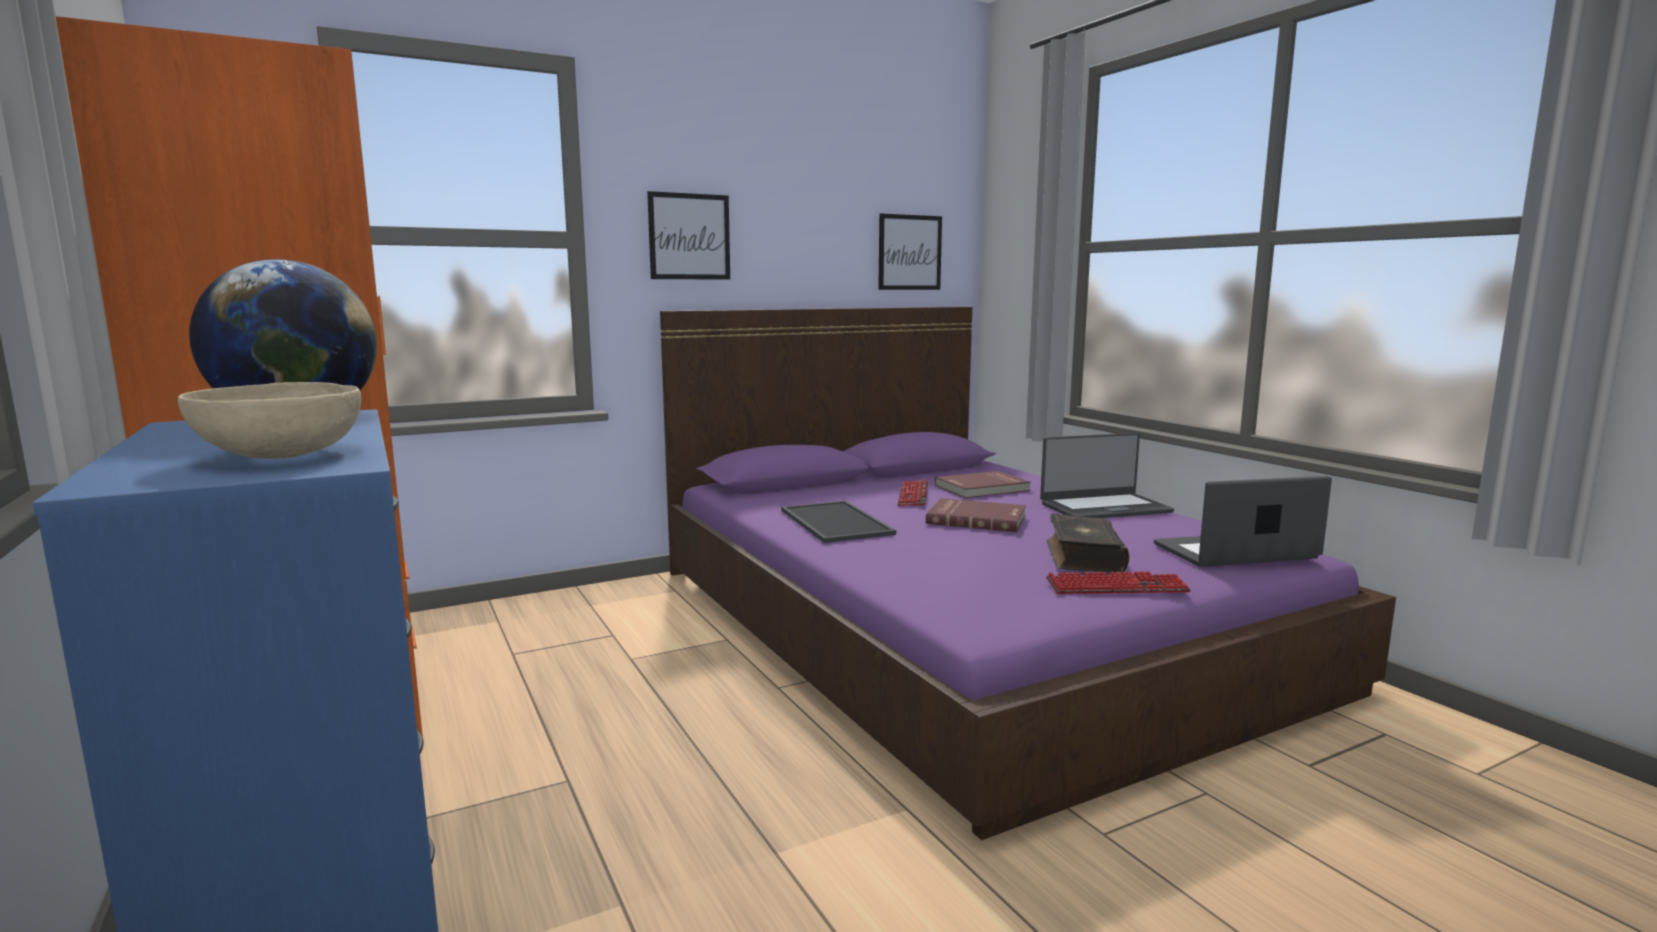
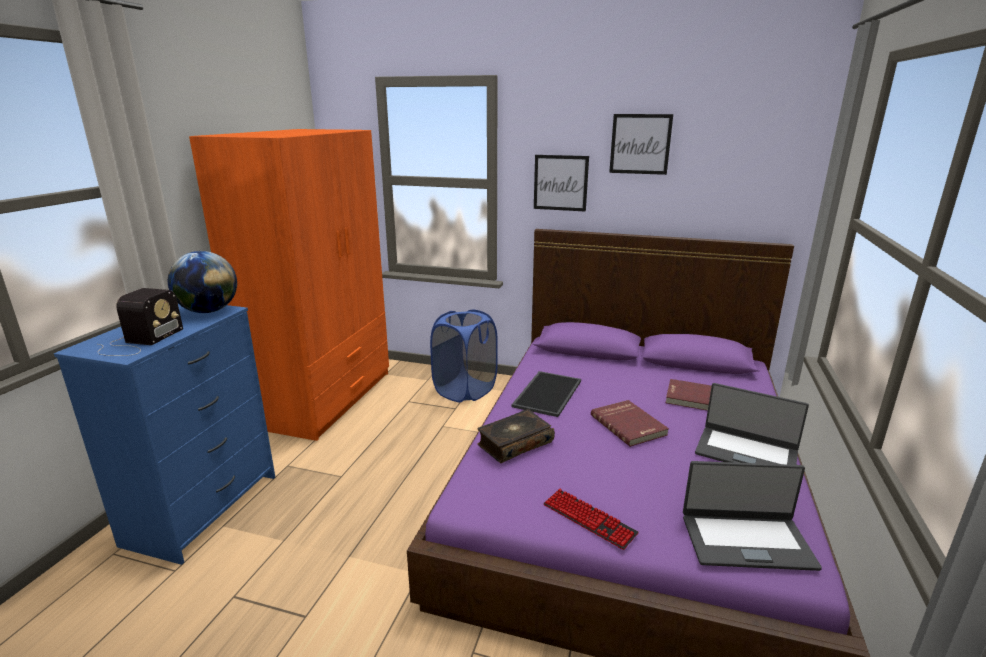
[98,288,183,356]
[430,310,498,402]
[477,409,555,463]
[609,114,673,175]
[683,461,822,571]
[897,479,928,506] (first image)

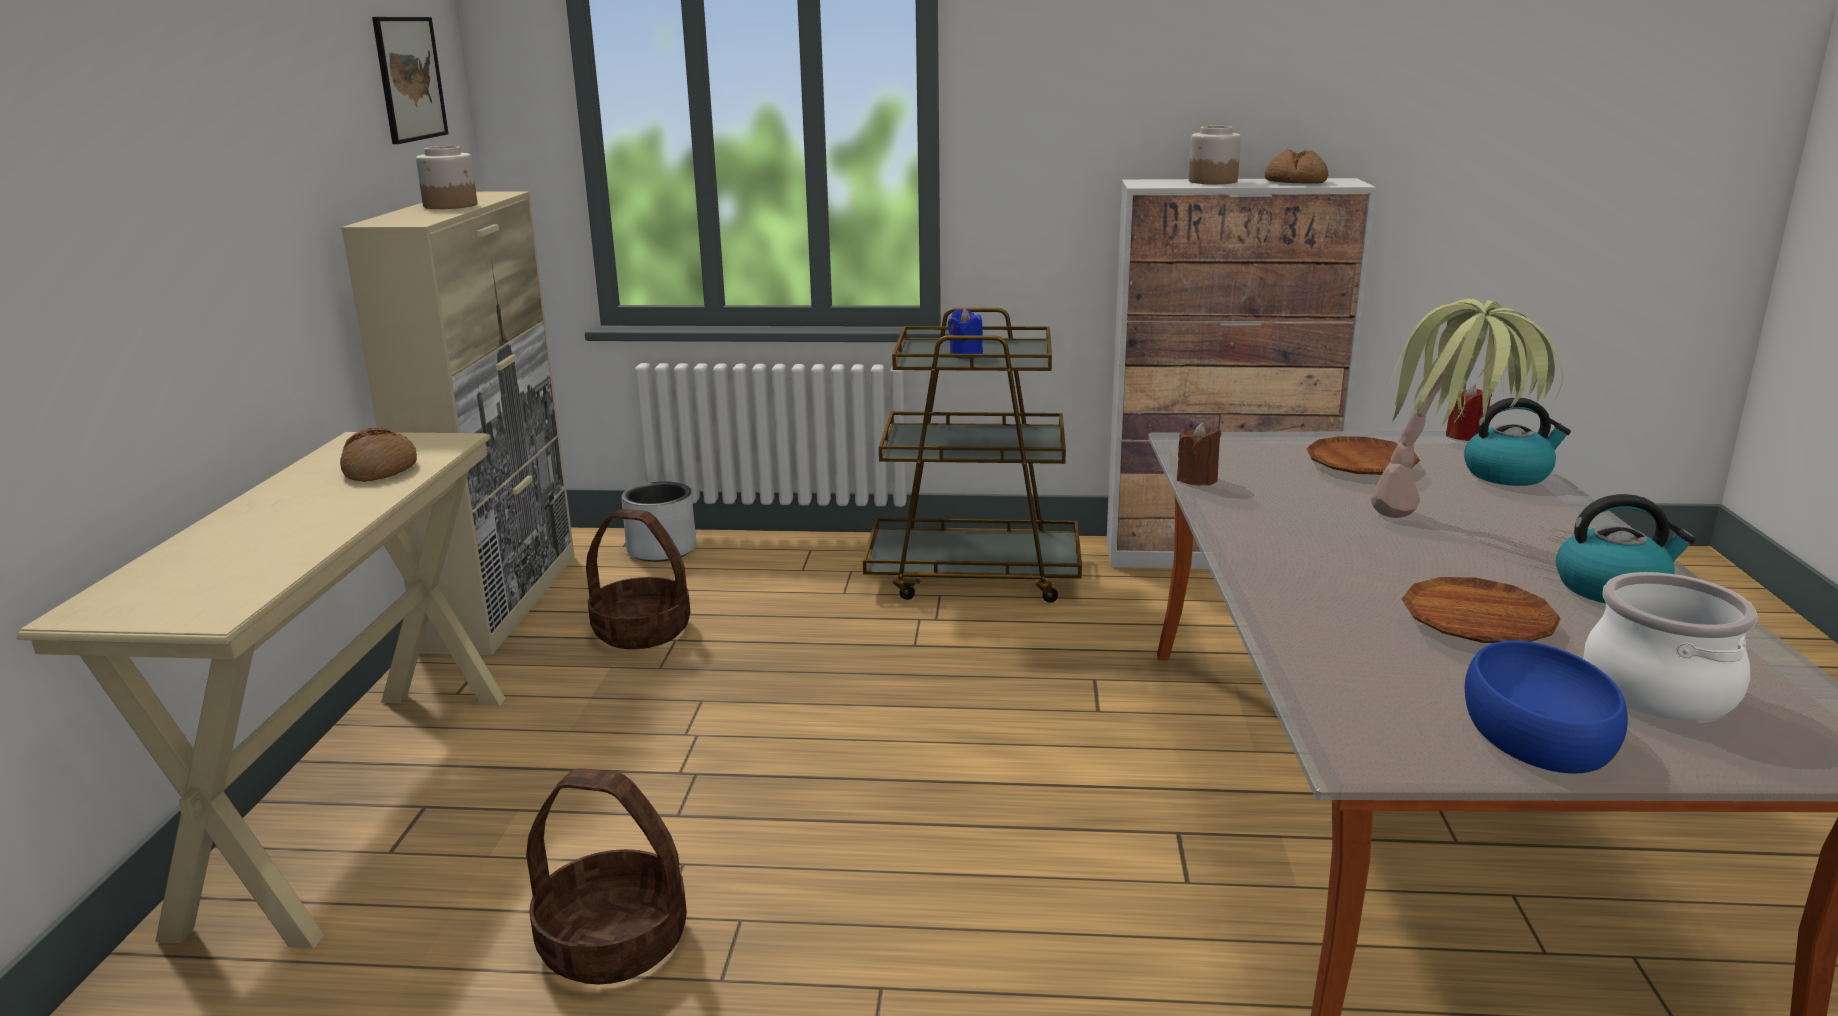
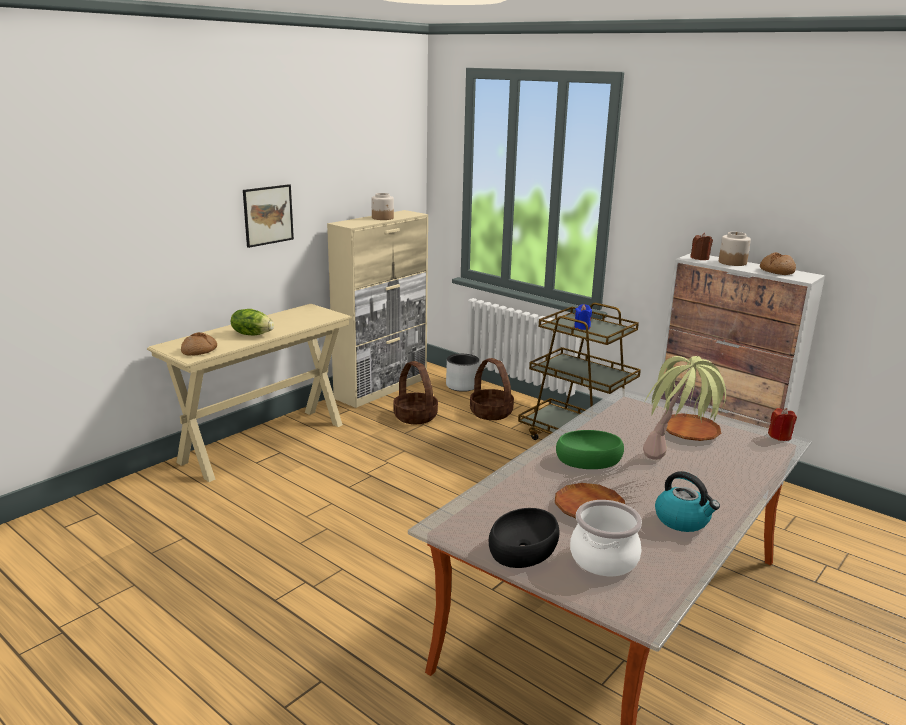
[181,332,217,355]
[231,309,274,335]
[243,184,294,248]
[470,358,514,420]
[489,508,559,568]
[556,430,624,469]
[690,233,713,260]
[1464,398,1571,486] (first image)

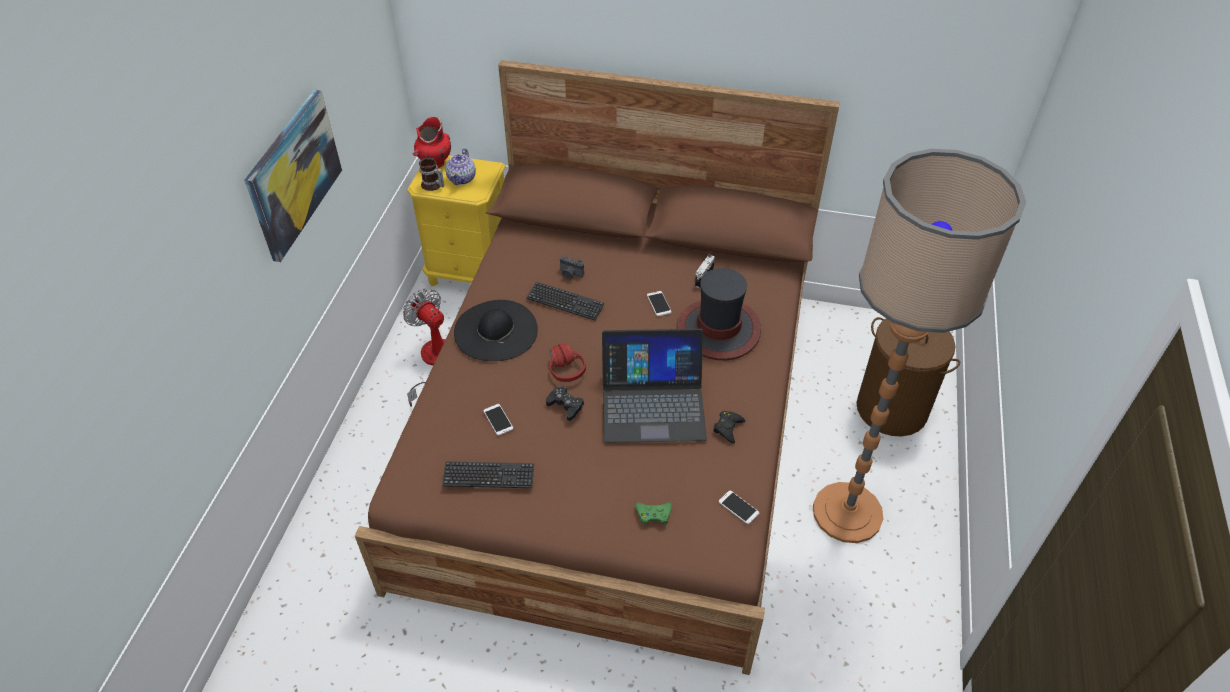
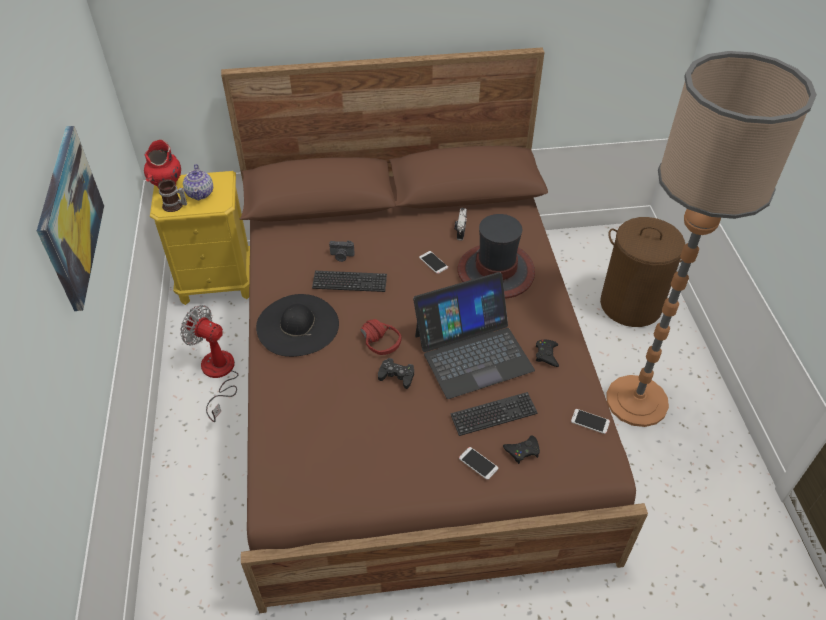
[450,392,538,436]
[459,447,498,480]
[503,436,540,464]

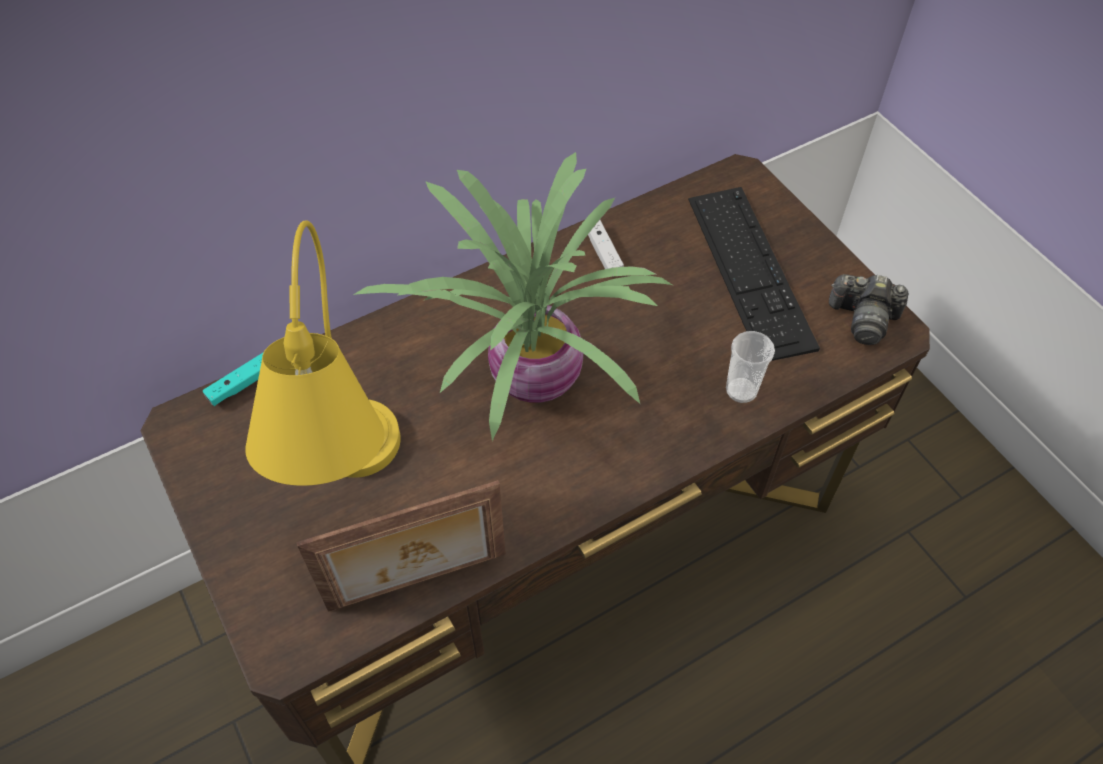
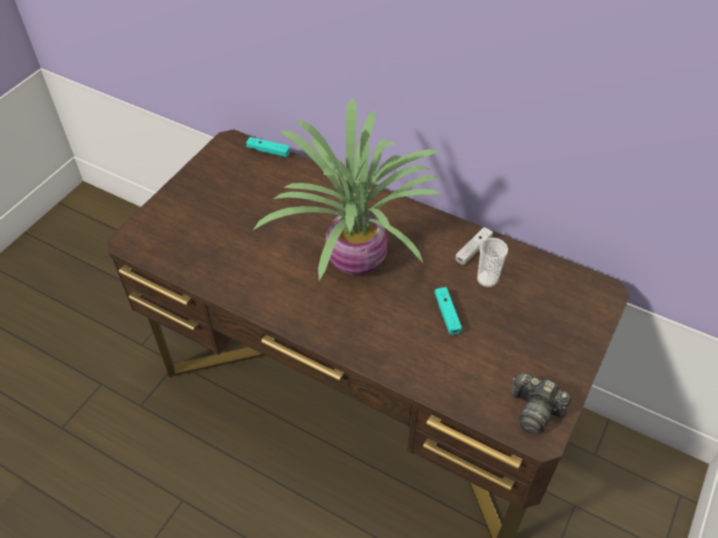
[435,287,462,335]
[477,238,508,287]
[511,373,571,434]
[245,220,401,486] (first image)
[297,480,506,612] (first image)
[688,187,820,361] (first image)

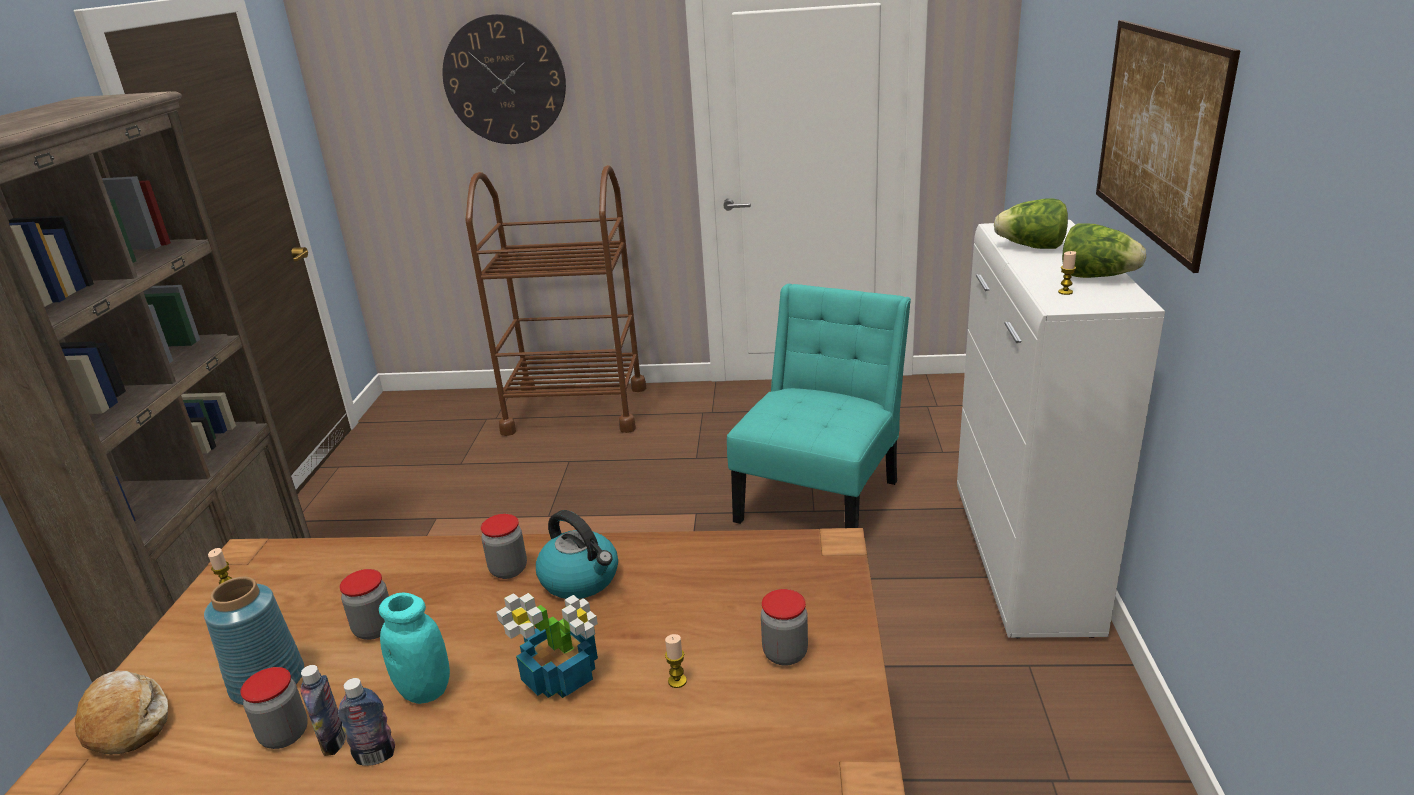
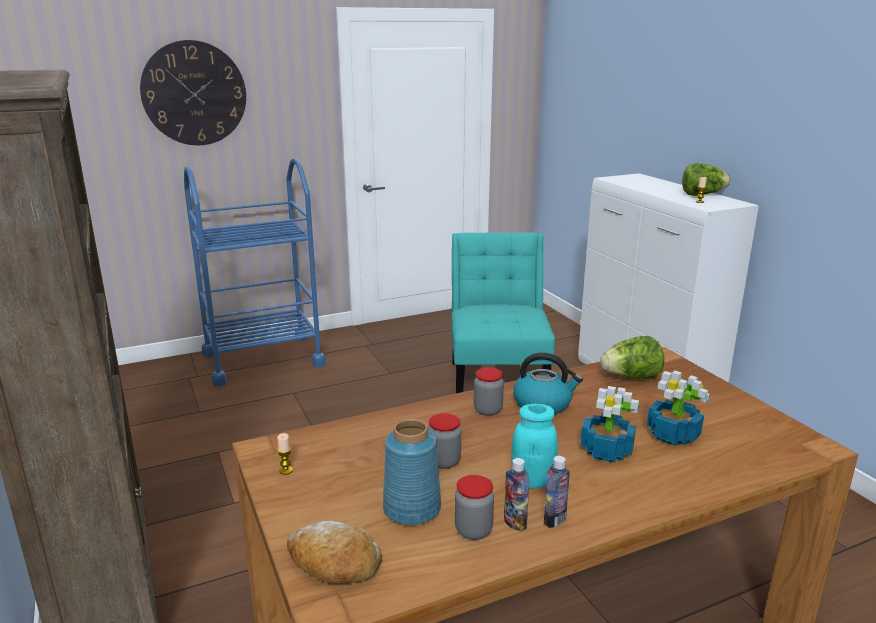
[184,158,325,386]
[600,336,664,379]
[647,371,710,446]
[761,589,808,666] (first image)
[1096,20,1240,273] (first image)

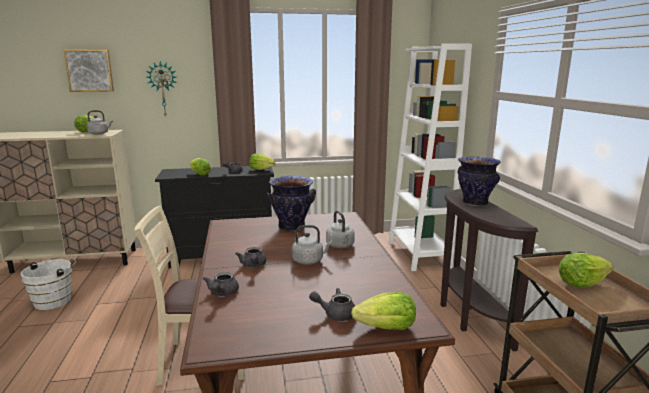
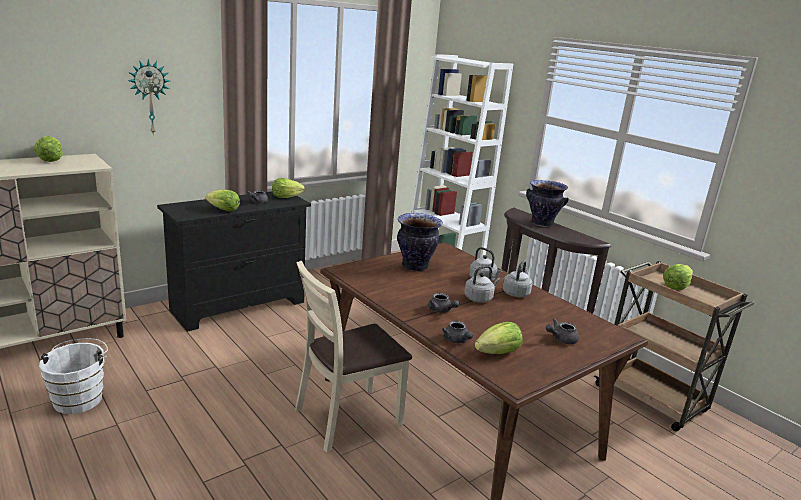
[475,322,523,354]
[503,260,533,297]
[63,49,114,92] (first image)

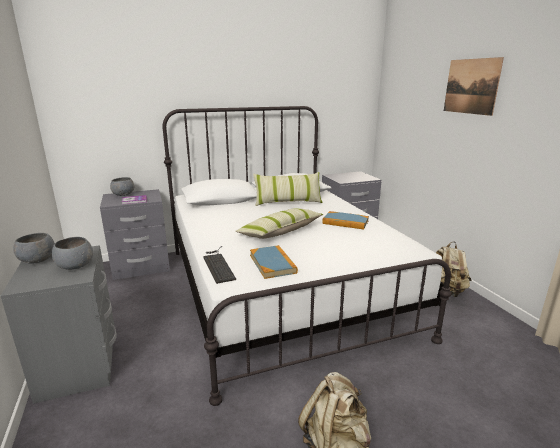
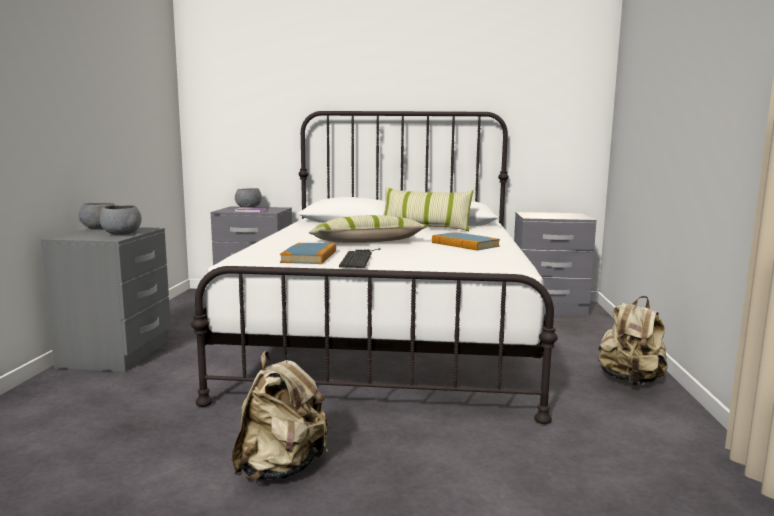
[339,248,380,268]
[444,57,504,116] (first image)

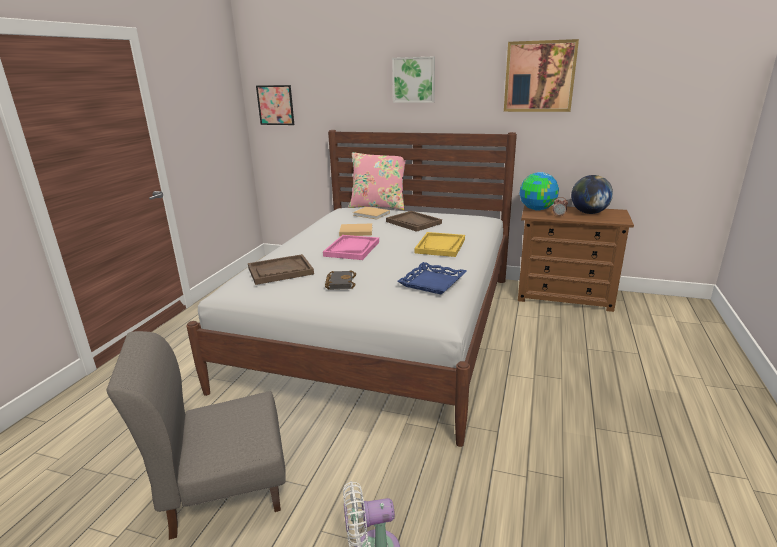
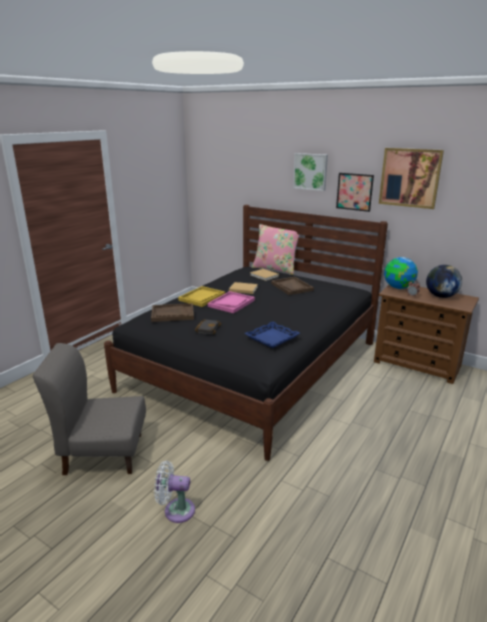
[104,205,388,461]
[178,286,225,307]
[336,173,374,212]

